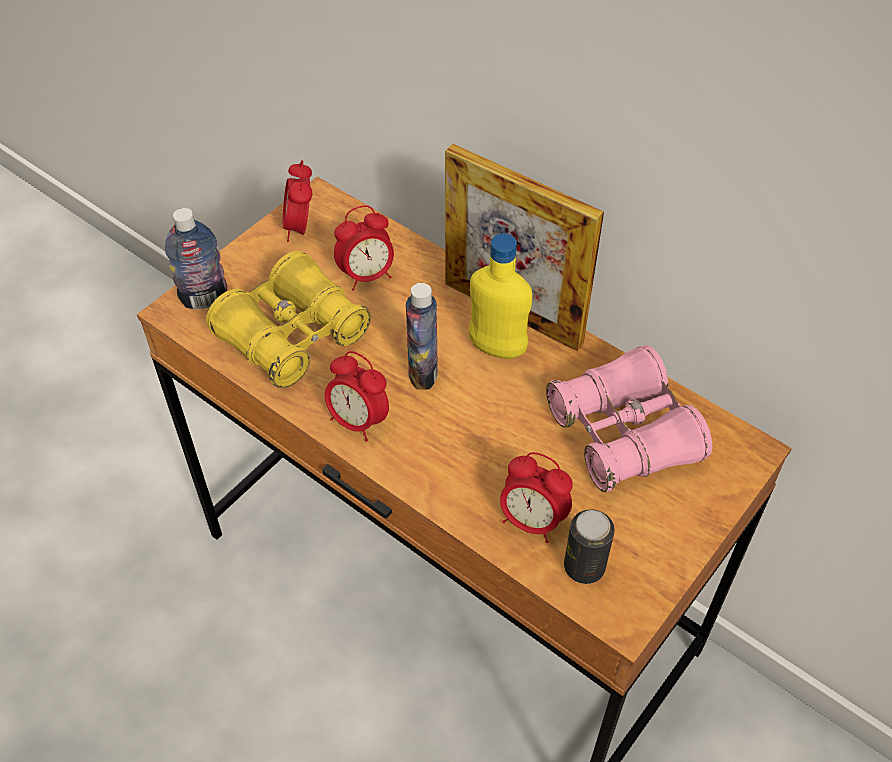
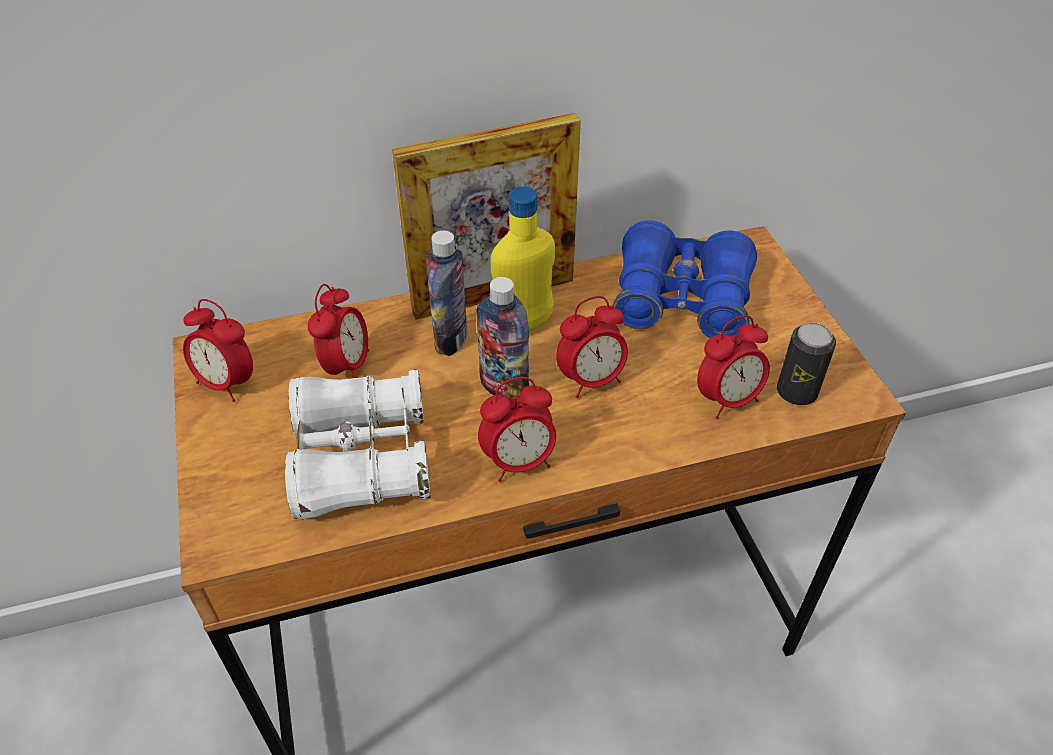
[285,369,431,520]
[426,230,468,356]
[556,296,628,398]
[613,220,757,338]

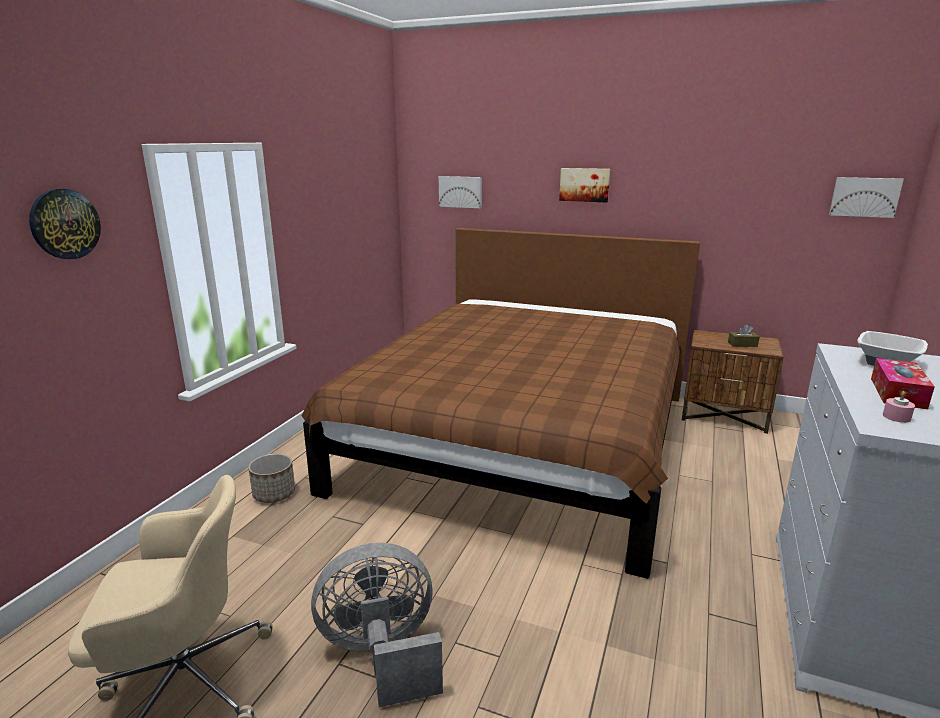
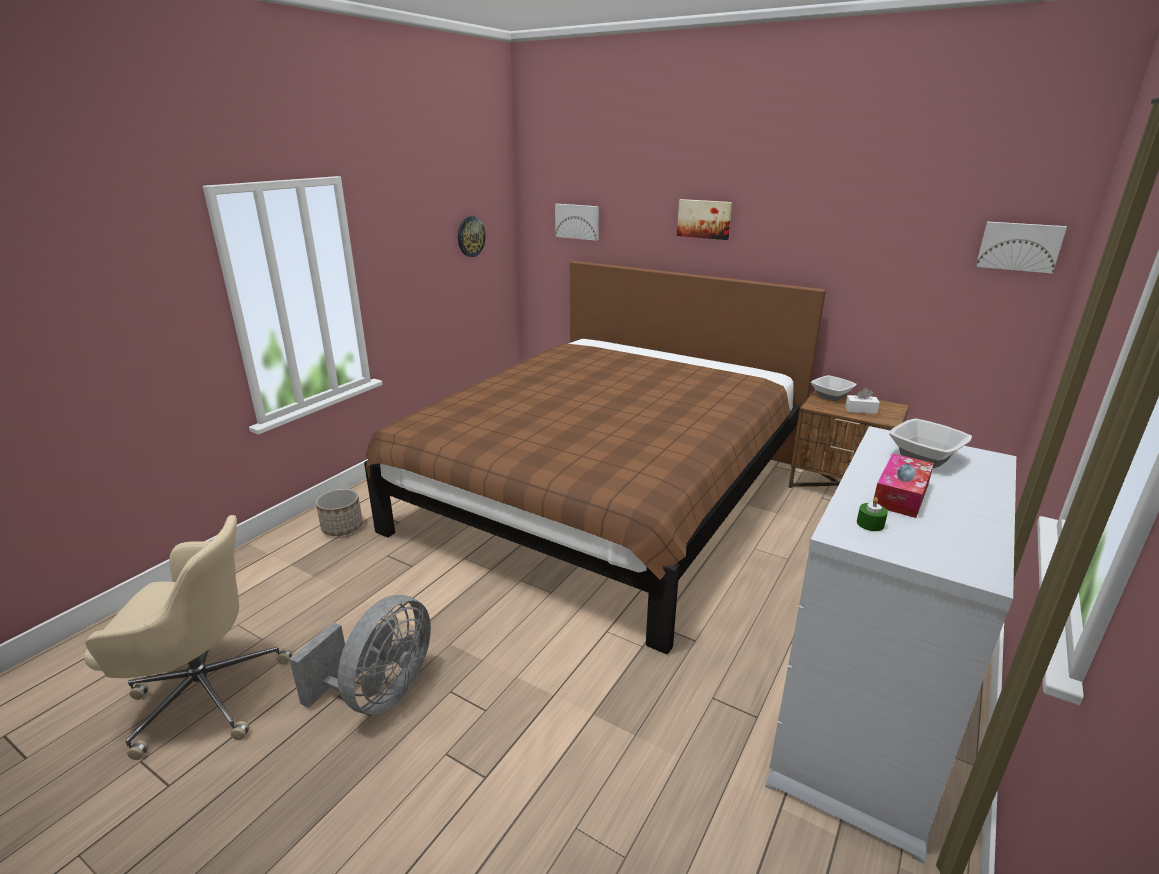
[289,595,431,715]
[458,216,486,257]
[811,375,857,401]
[845,388,880,414]
[857,497,888,531]

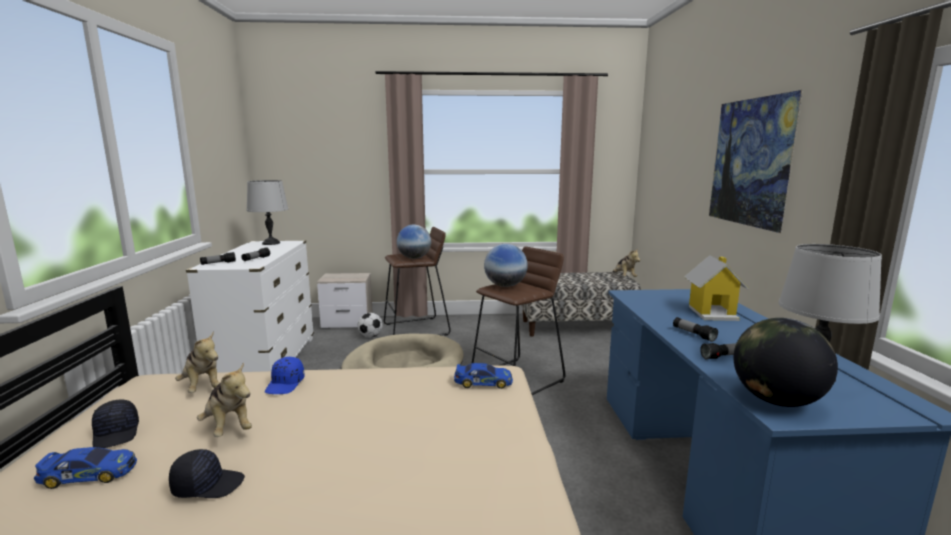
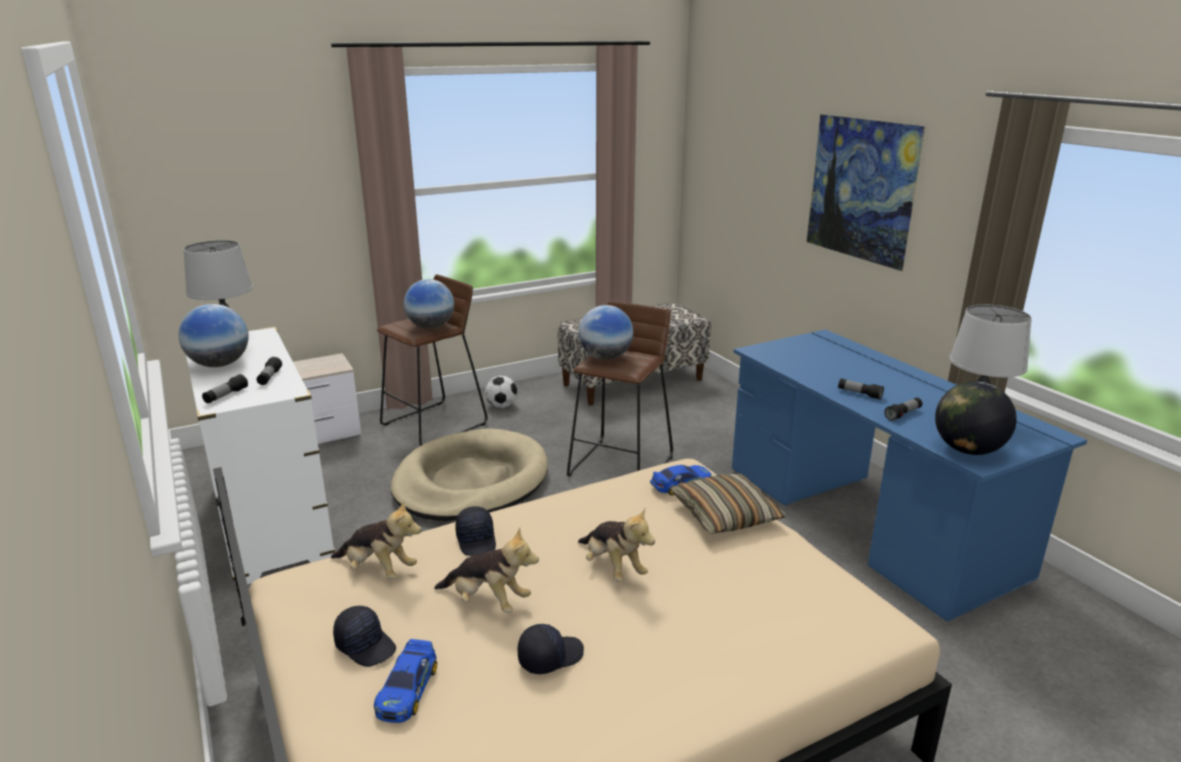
[179,304,249,367]
[374,639,437,723]
[455,506,496,556]
[485,376,518,408]
[578,508,655,582]
[671,474,786,534]
[684,255,748,321] (first image)

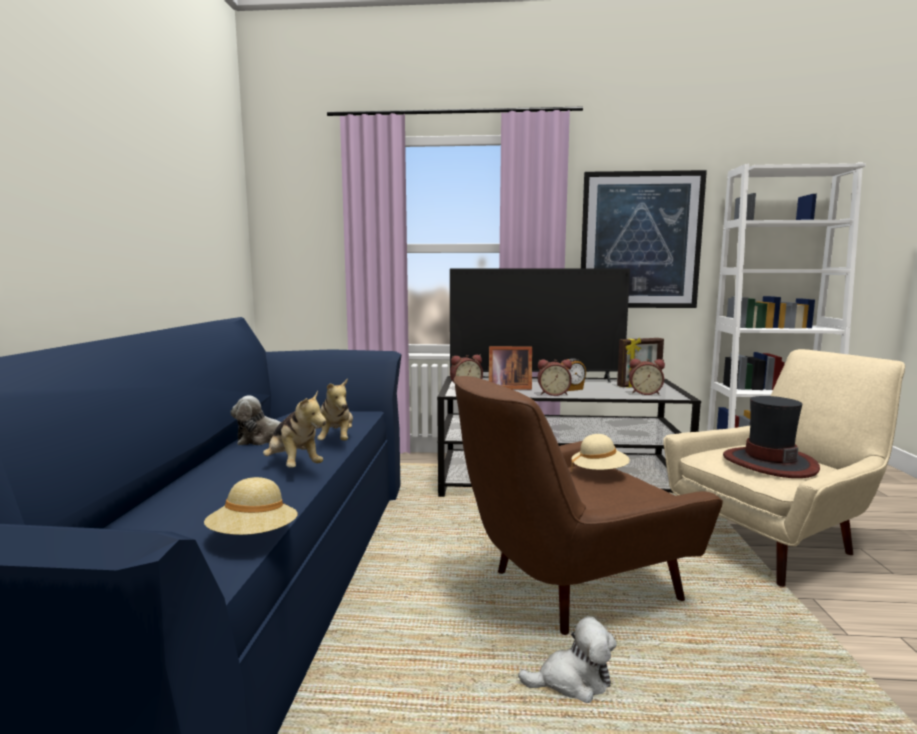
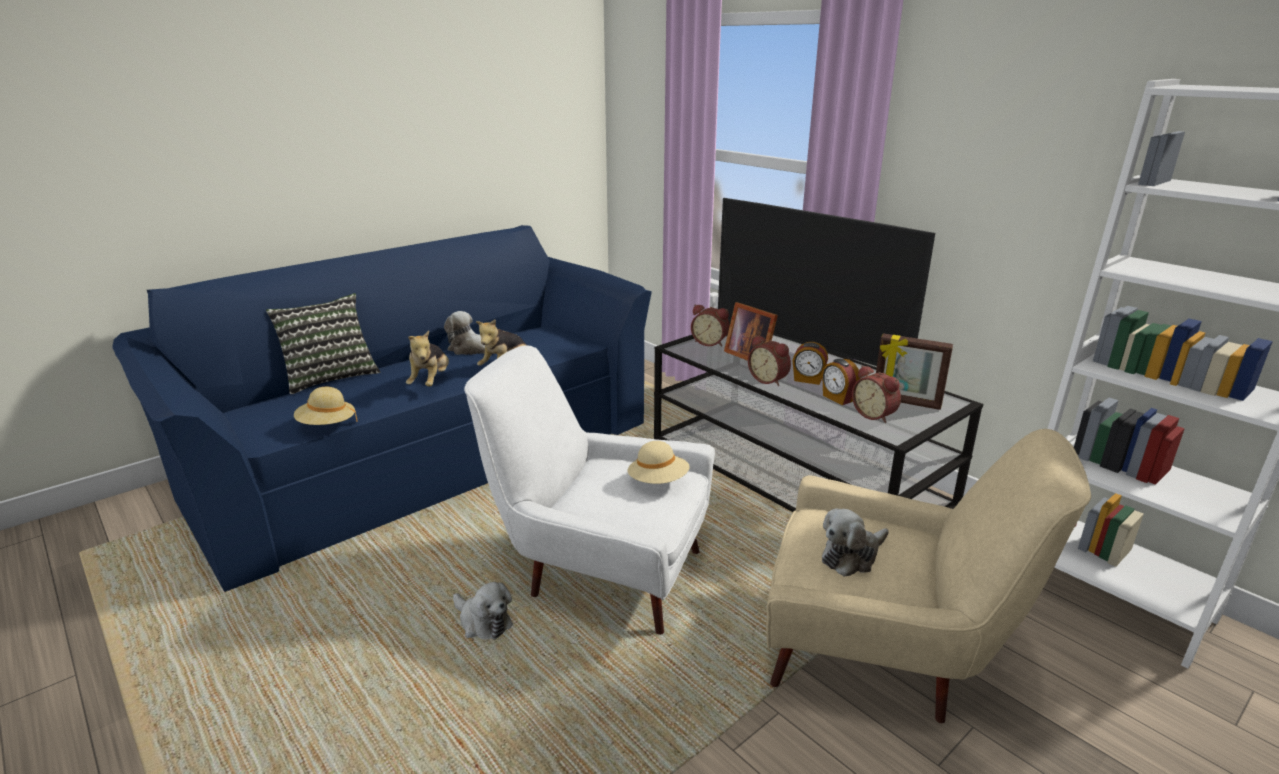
[266,293,380,394]
[464,345,715,635]
[822,359,861,405]
[822,508,889,577]
[581,170,707,308] (first image)

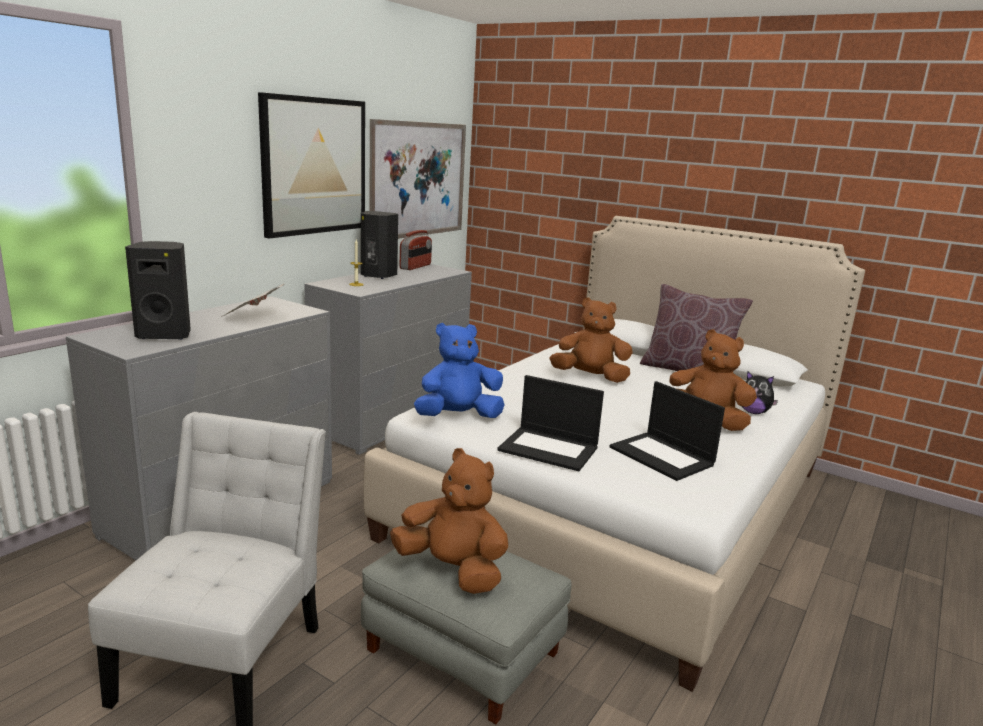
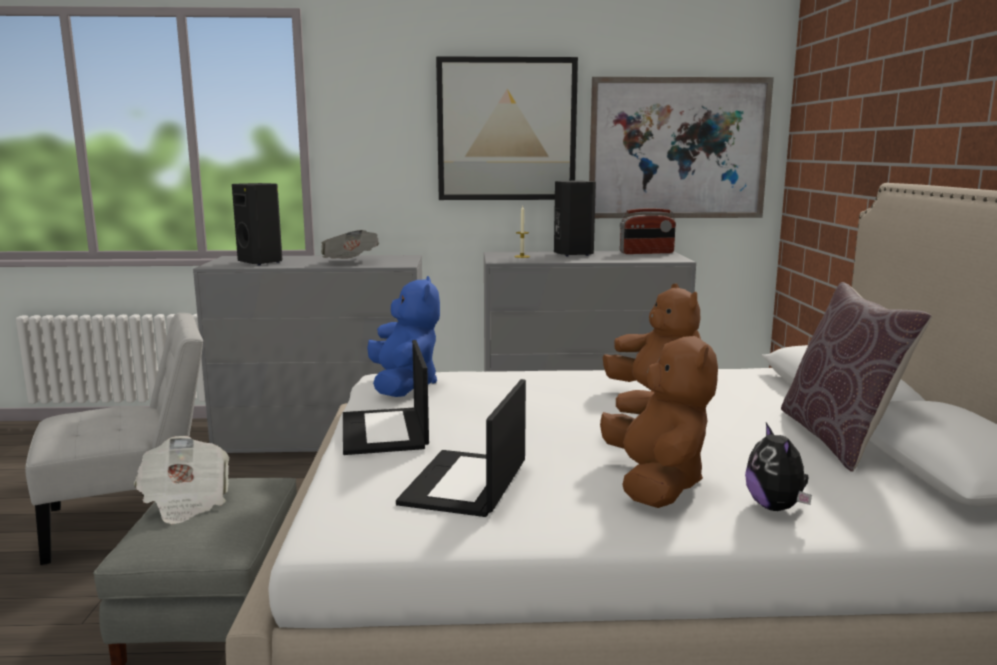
[134,436,229,524]
[367,276,440,397]

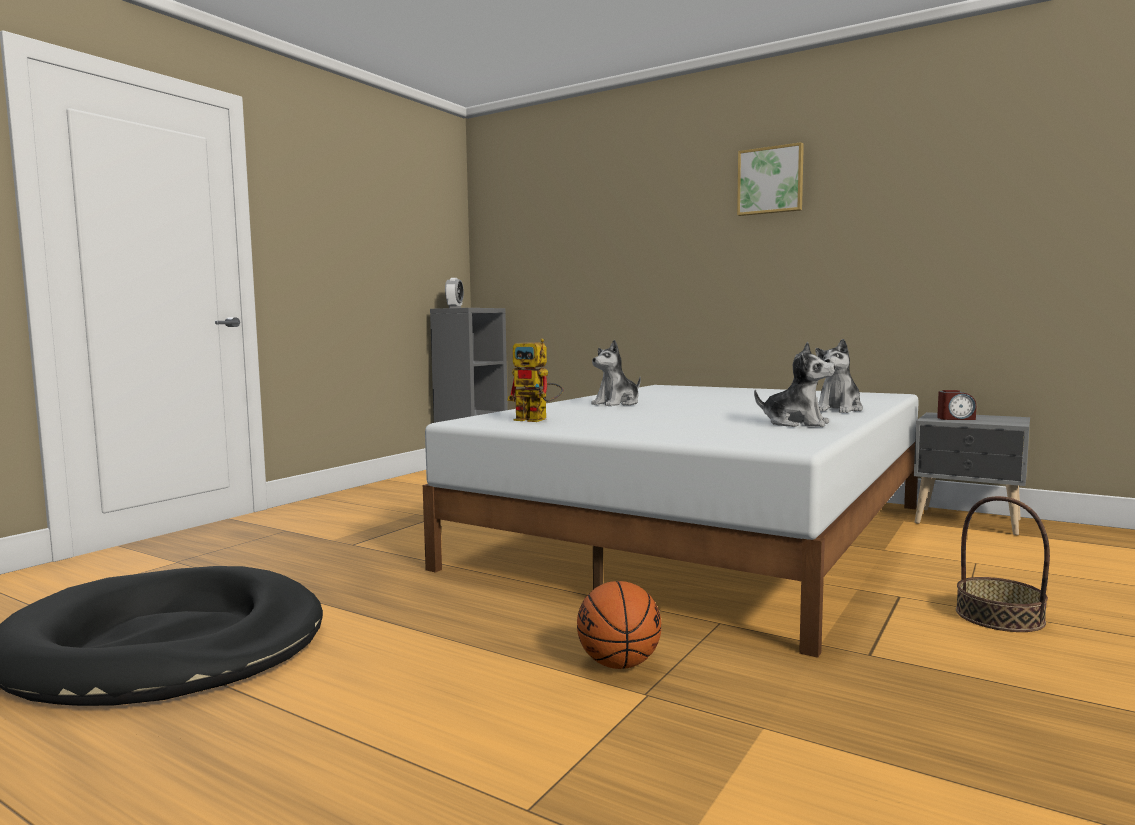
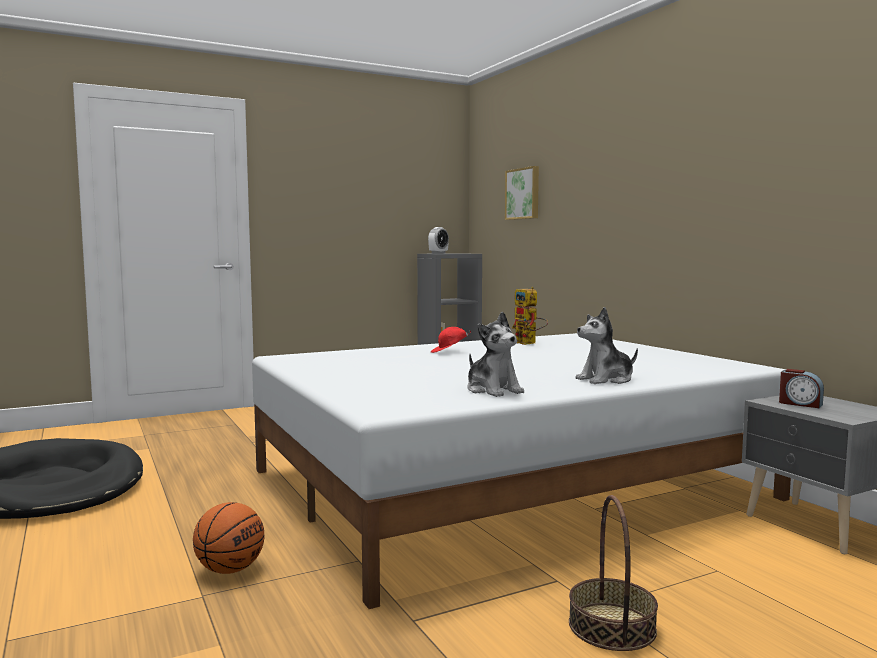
[431,327,471,353]
[505,166,539,220]
[512,287,548,345]

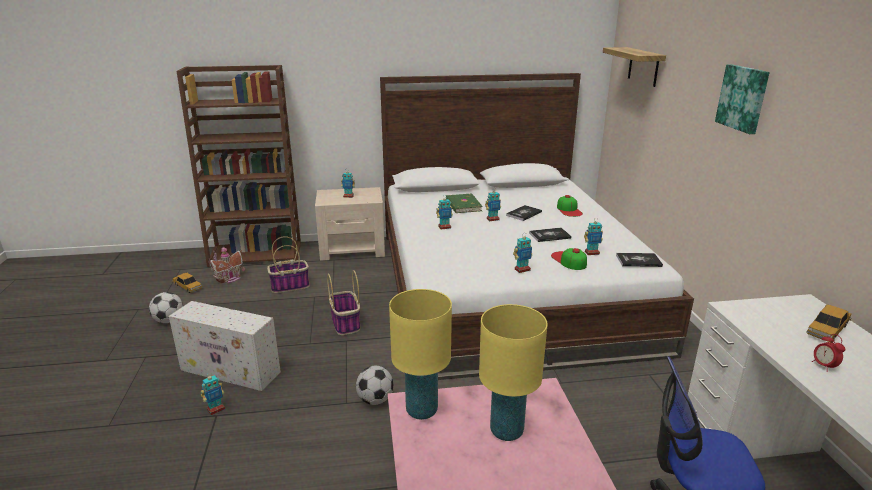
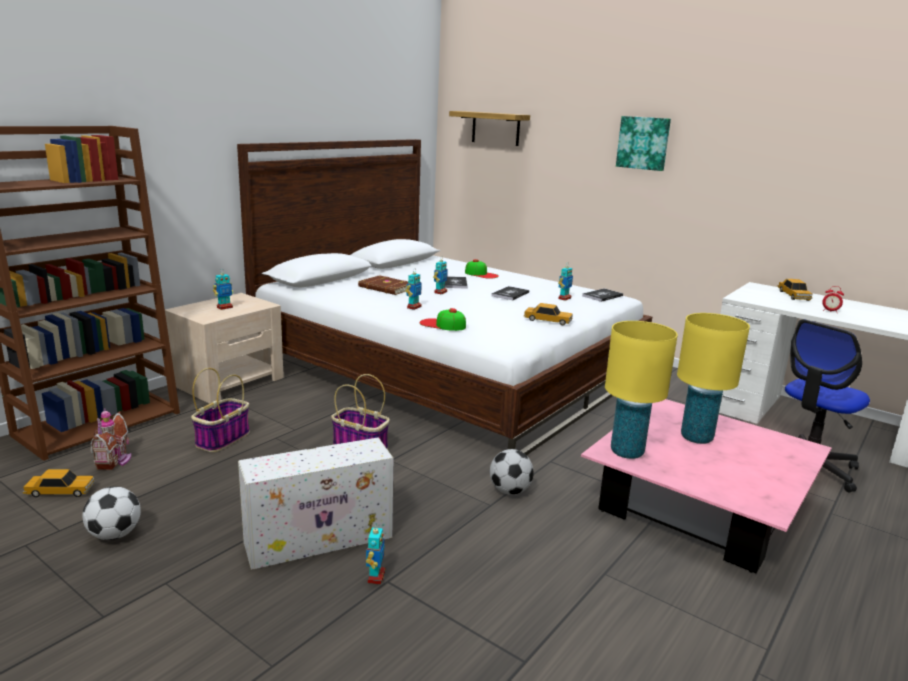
[358,275,408,295]
[420,308,466,331]
[524,303,573,325]

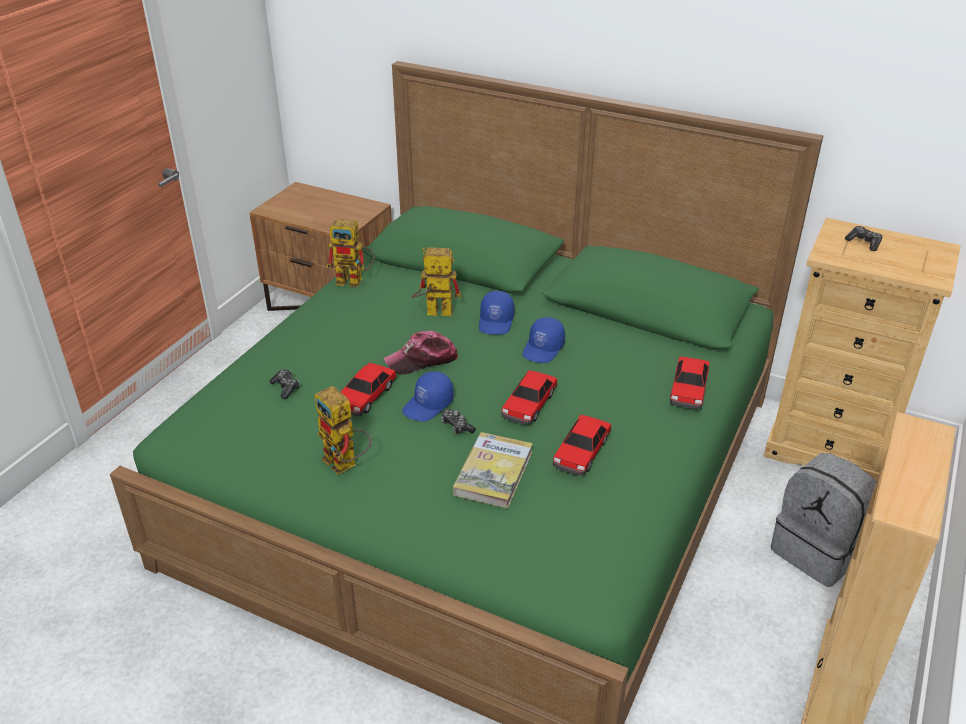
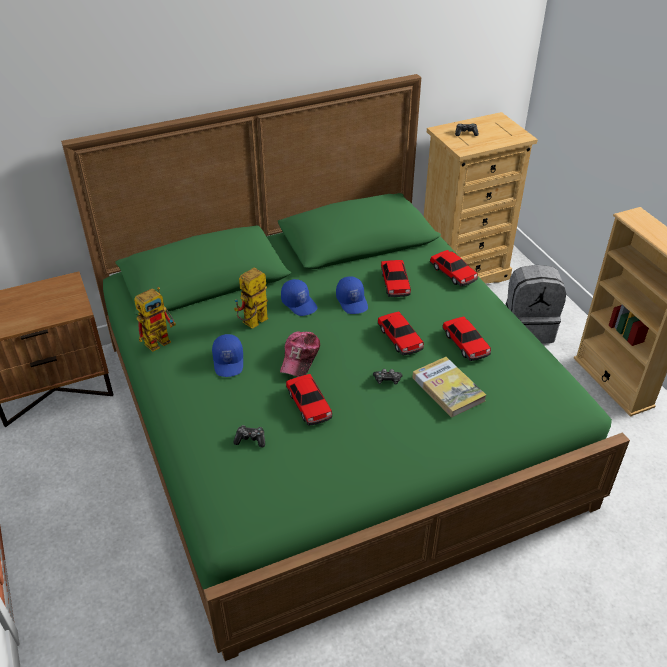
[212,334,243,377]
[381,260,411,297]
[315,386,372,475] (first image)

